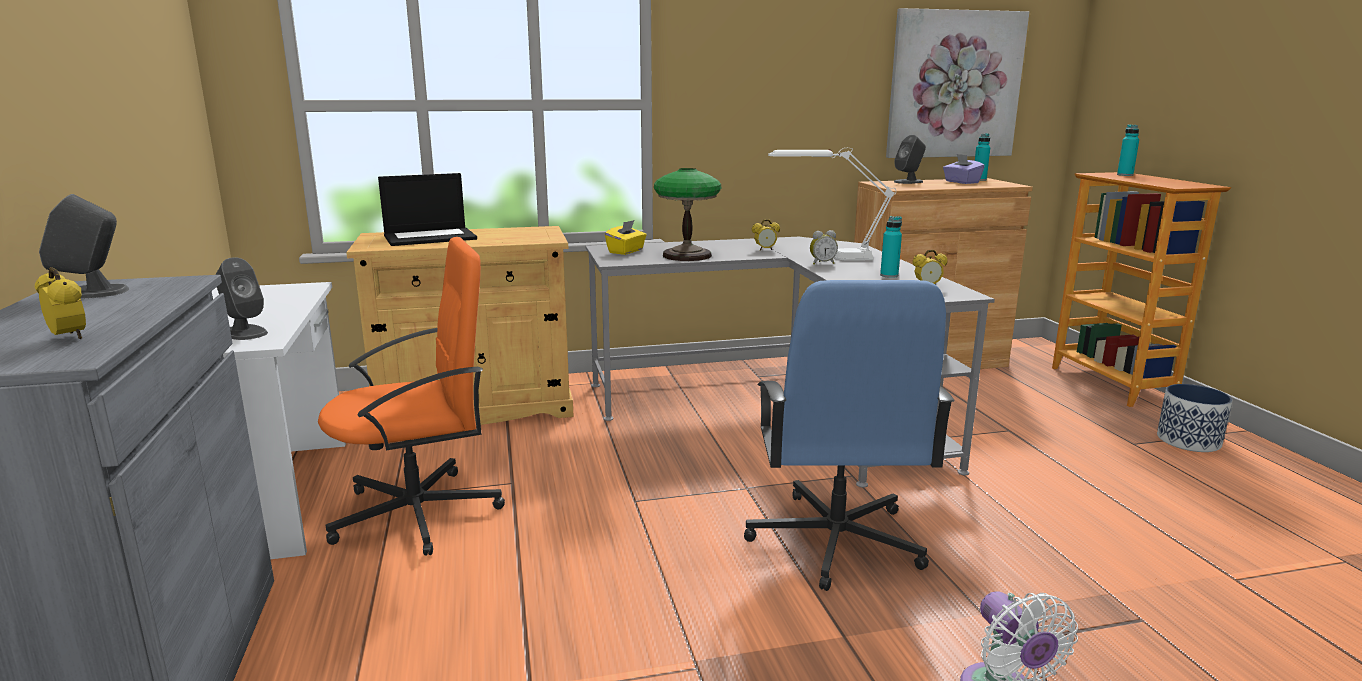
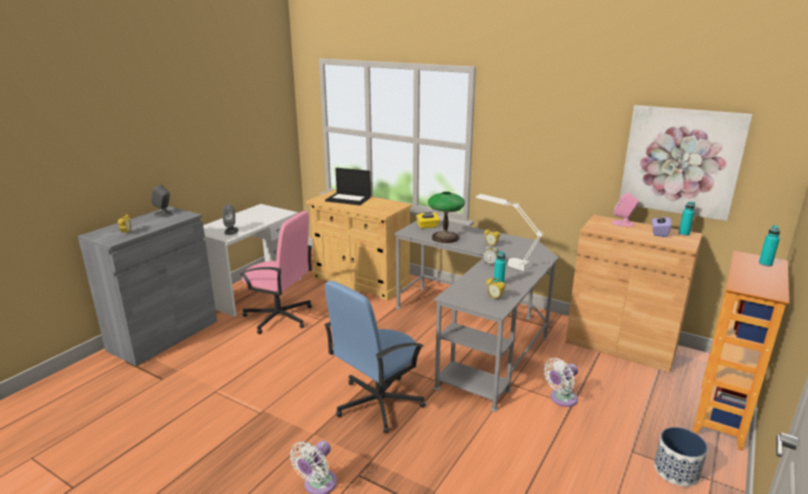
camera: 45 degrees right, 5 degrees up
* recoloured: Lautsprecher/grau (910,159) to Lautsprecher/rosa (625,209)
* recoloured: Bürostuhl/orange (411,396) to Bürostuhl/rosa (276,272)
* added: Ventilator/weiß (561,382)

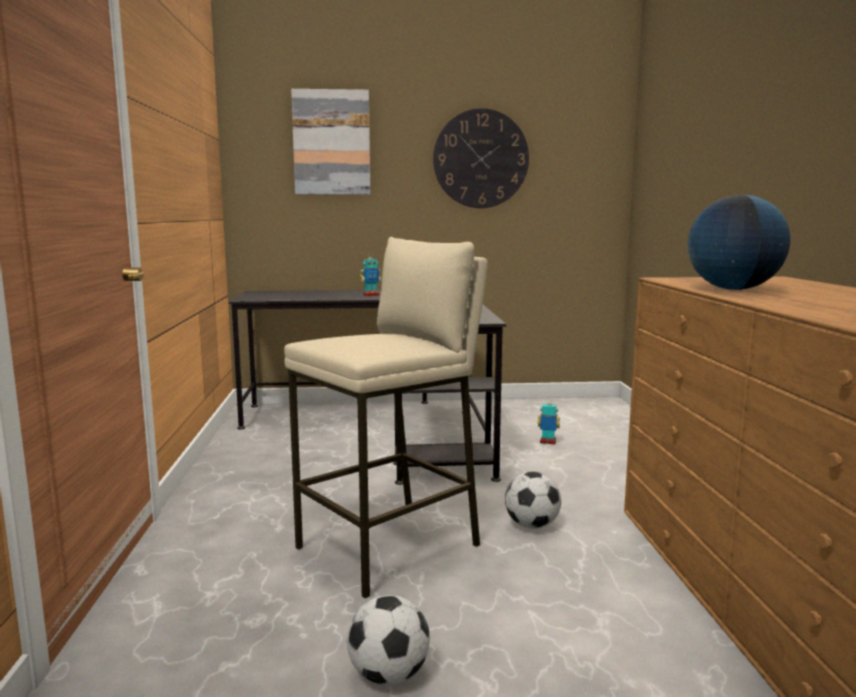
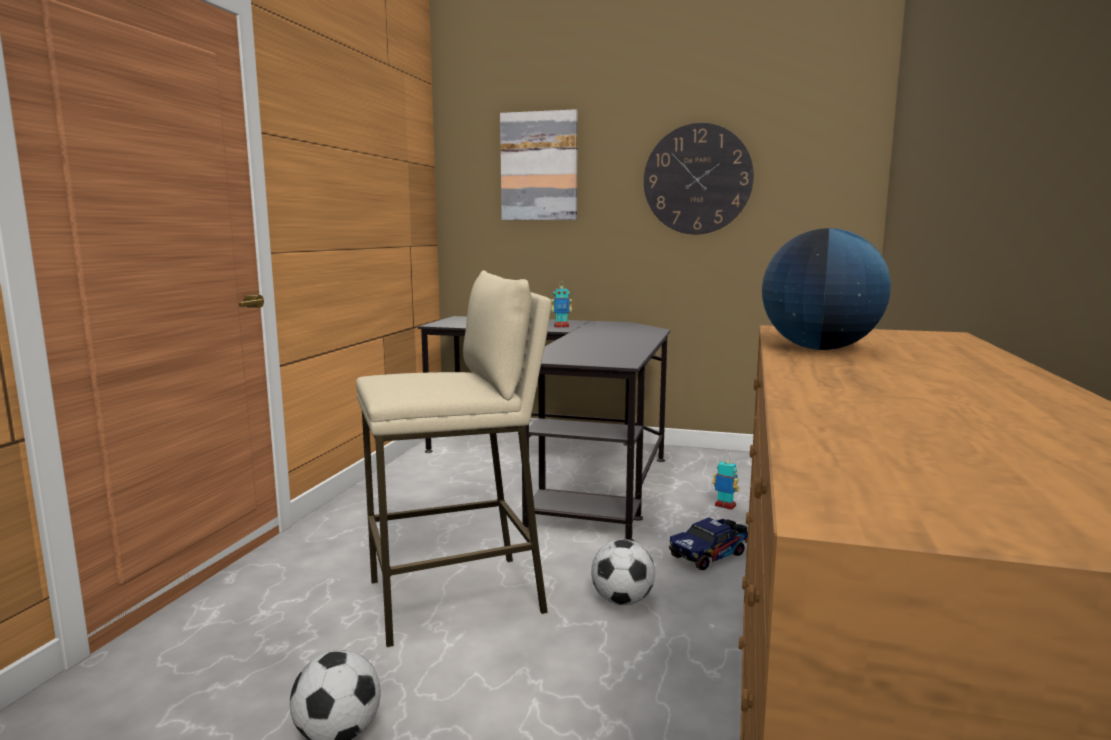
camera: 20 degrees right, 0 degrees up
* added: Spielzeuglaster (708,543)

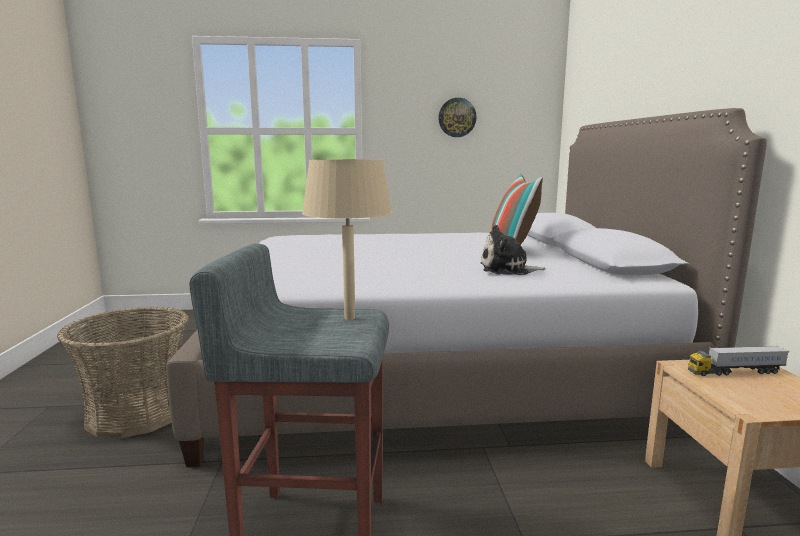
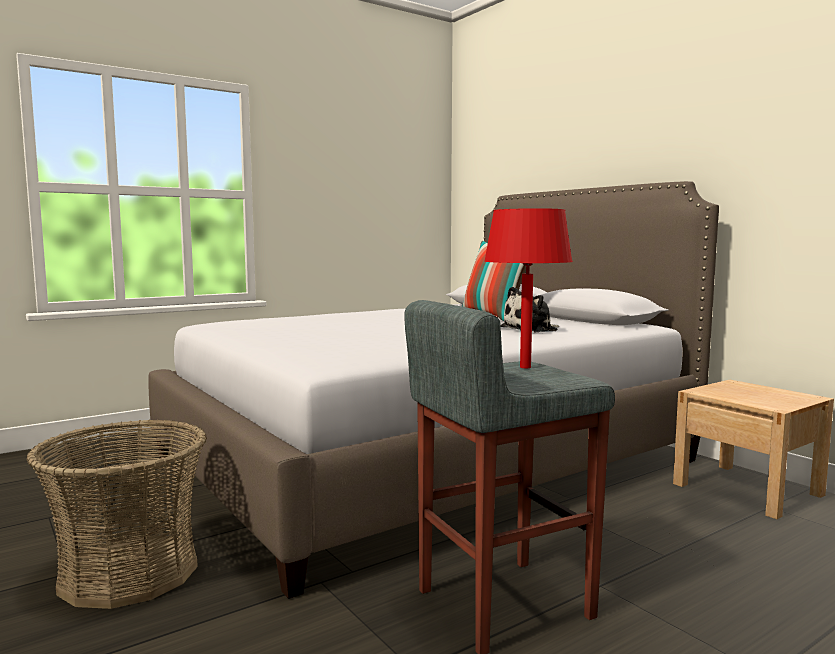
camera: 30 degrees left, 5 degrees down
* removed: Wanduhr (457,117)
* recoloured: Tischlampe/beige (347,239) to Tischlampe/rot (528,288)
* removed: Spielzeuglaster (738,361)

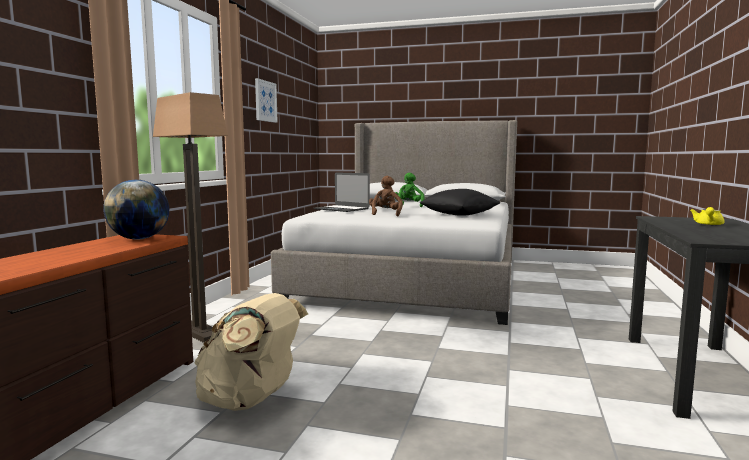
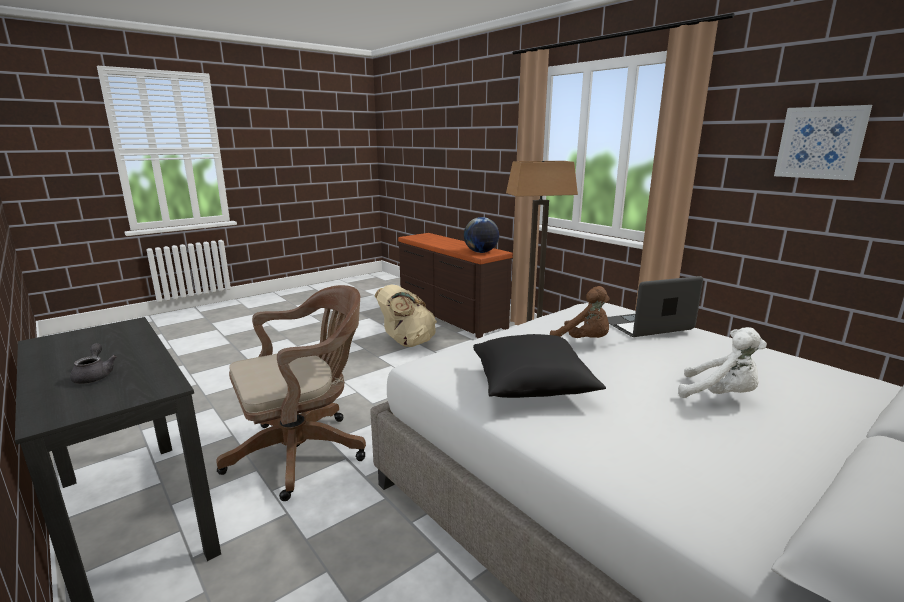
camera: 125 degrees right, 10 degrees up
* recoloured: Plüschtier/grün (409,189) to Plüschtier/weiß (722,362)
* recoloured: Teekanne/gelb (707,216) to Teekanne/grau (93,363)
* added: Bürostuhl/braun (291,393)

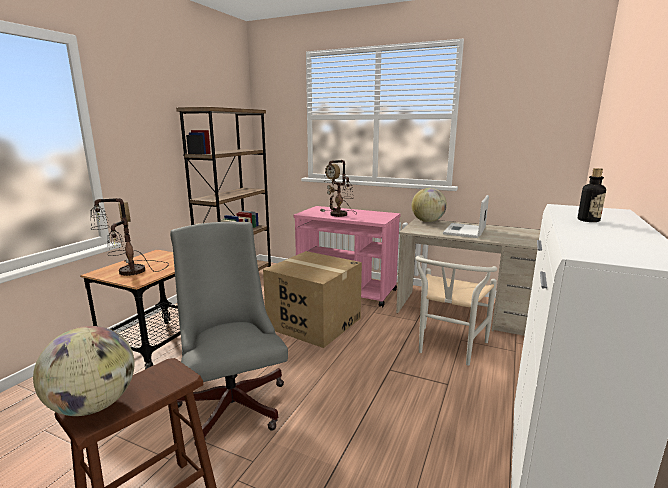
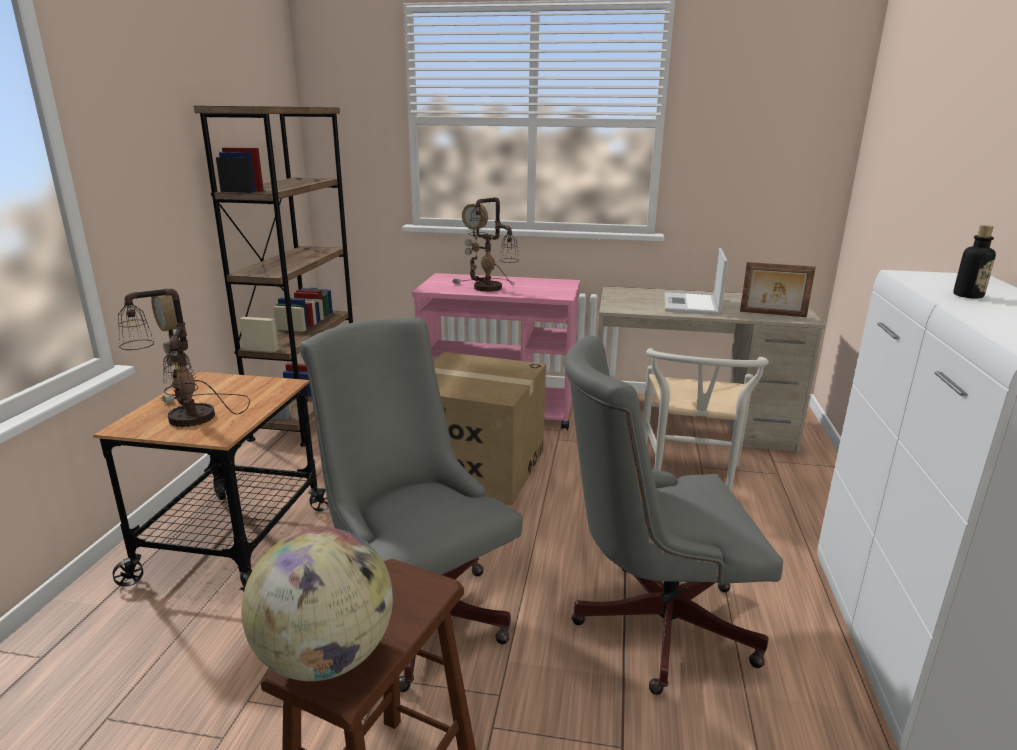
camera: 15 degrees left, 5 degrees up
* removed: Globus (429,205)
* added: Bilderrahmen (778,289)
* added: Bürostuhl/grau (673,515)

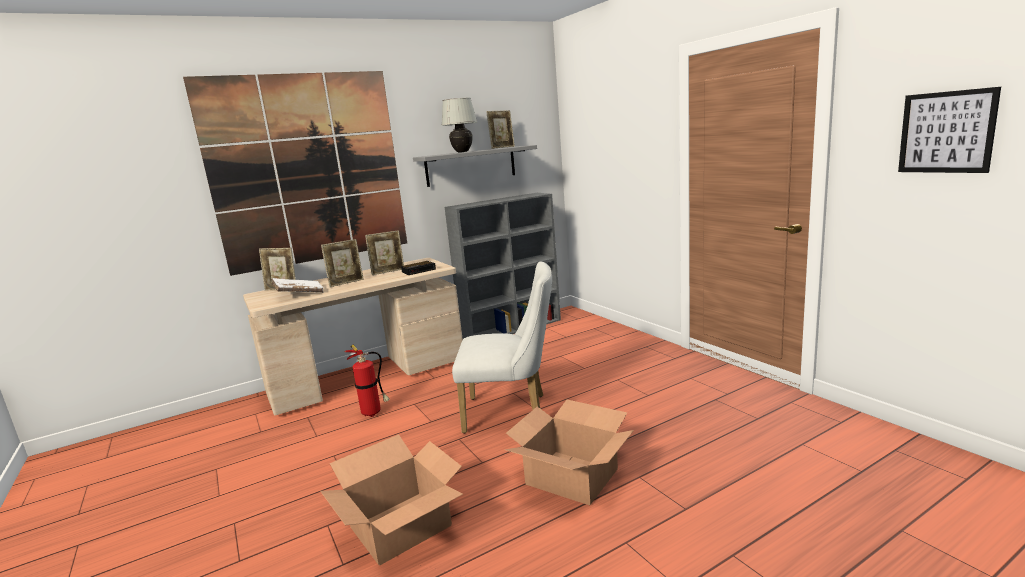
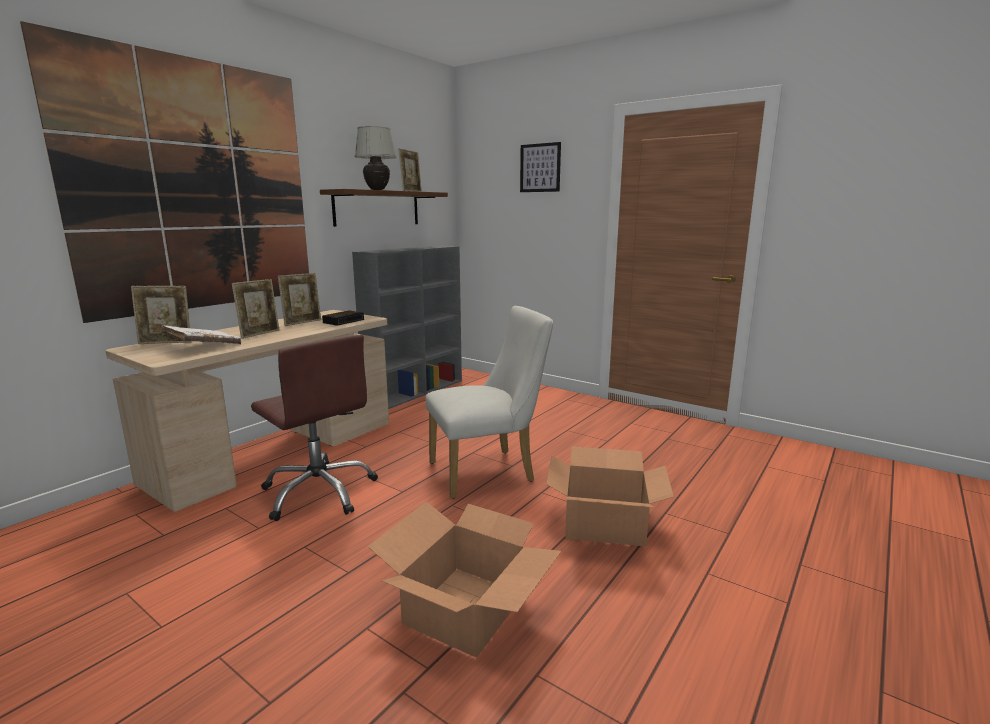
camera: 25 degrees left, 0 degrees up
* moved: Bild (949,130) to (540,167)
* recoloured: Wandregal/grau (475,166) to Wandregal/braun (384,208)
* replaced: Feuerlöscher (367,381) to Bürostuhl/braun (314,428)

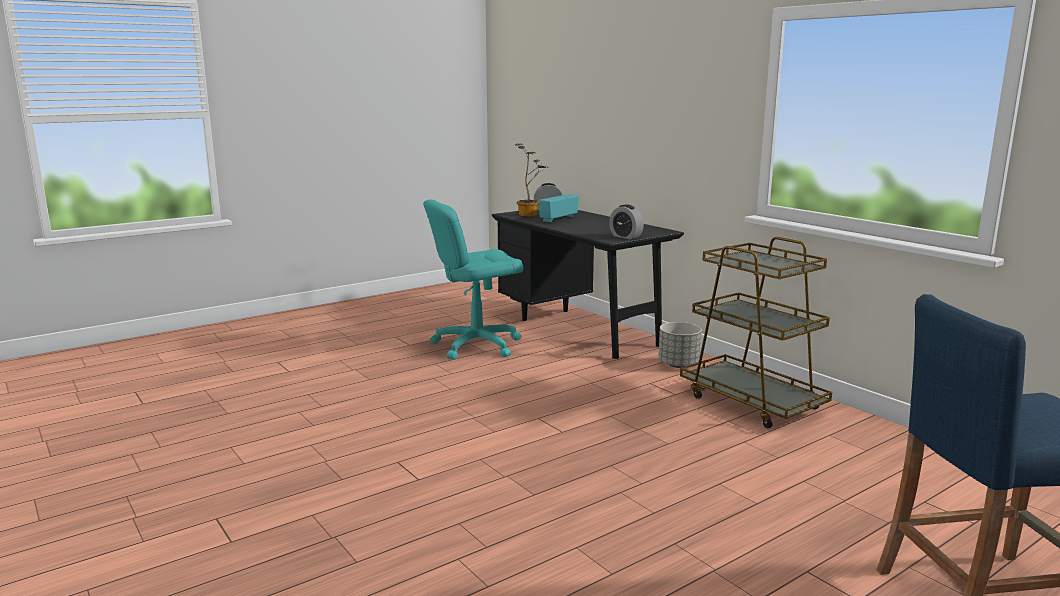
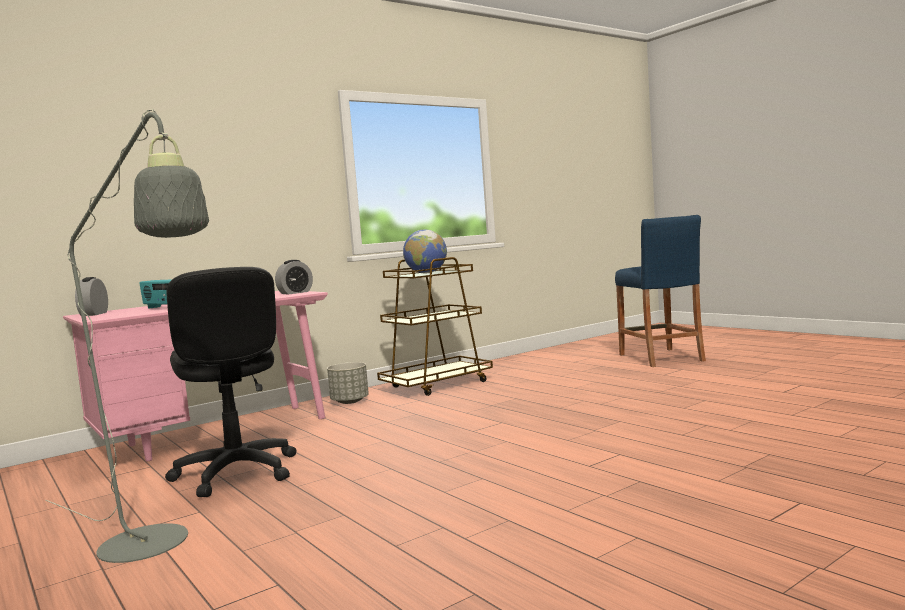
camera: 90 degrees left, 10 degrees down
* removed: Topfpflanze (530,180)
* recoloured: Bürostuhl/türkis (473,279) to Bürostuhl/schwarz (230,382)
* recoloured: Schreibtisch/schwarz (588,284) to Schreibtisch/rosa (195,376)
* added: Stehlampe/grau (127,336)
* added: Globus (425,251)

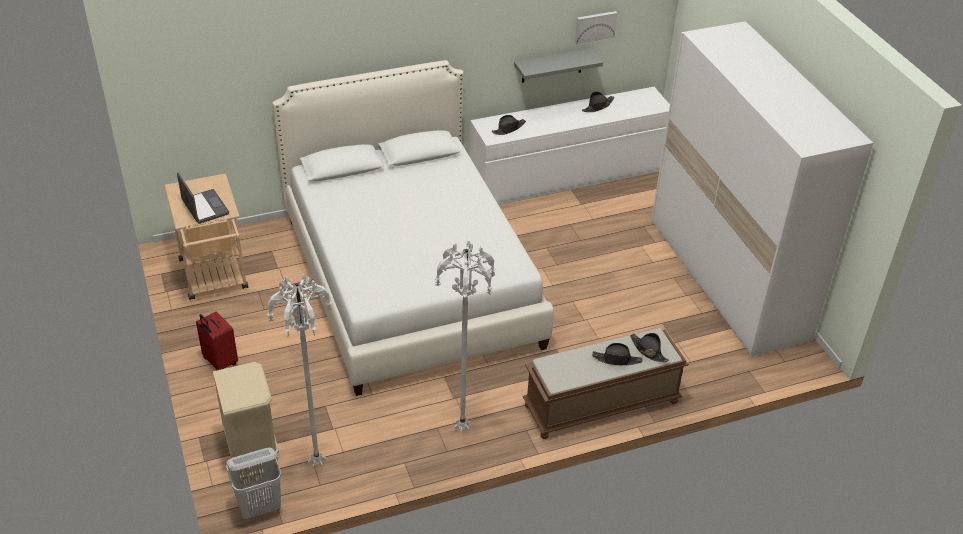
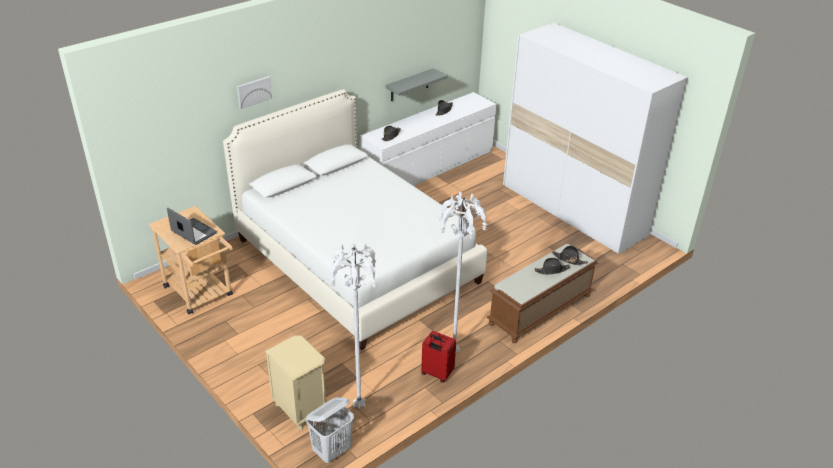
camera: 20 degrees left, 5 degrees down
* moved: Bild (596,27) to (254,92)
* moved: Koffer/rot (217,341) to (438,356)

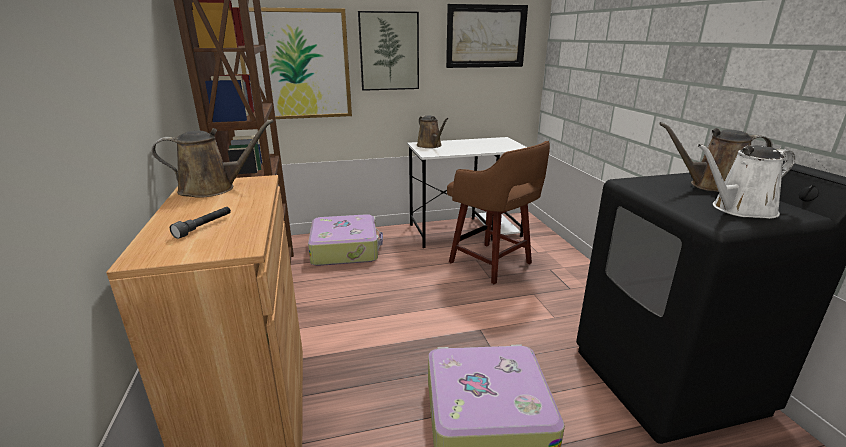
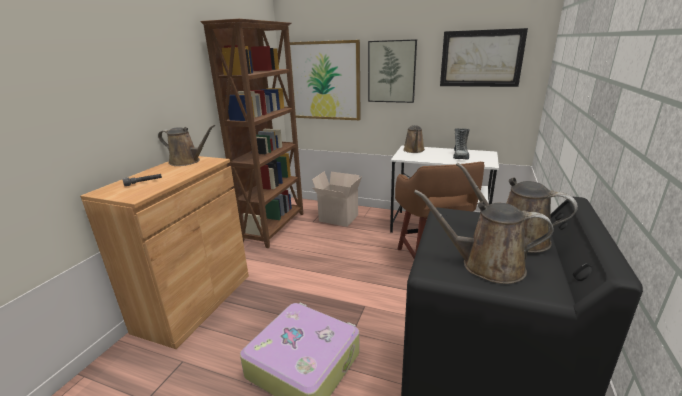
camera: 35 degrees right, 0 degrees up
* recoloured: Gießkanne/weiß (746,181) to Gießkanne/braun (484,237)
* replaced: Koffer (345,240) to Karton (337,199)
* added: Stiefel (461,144)

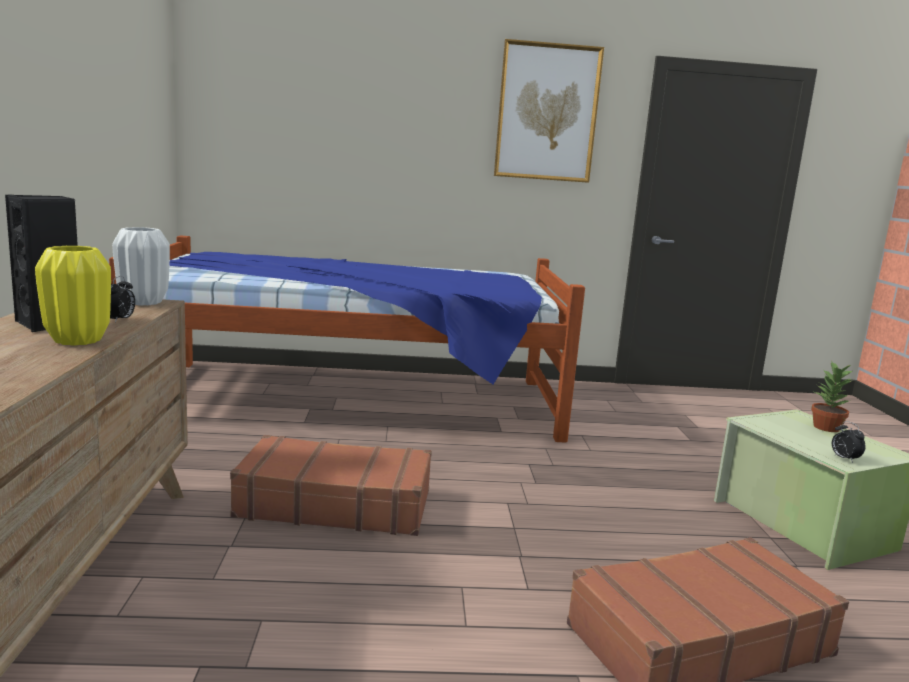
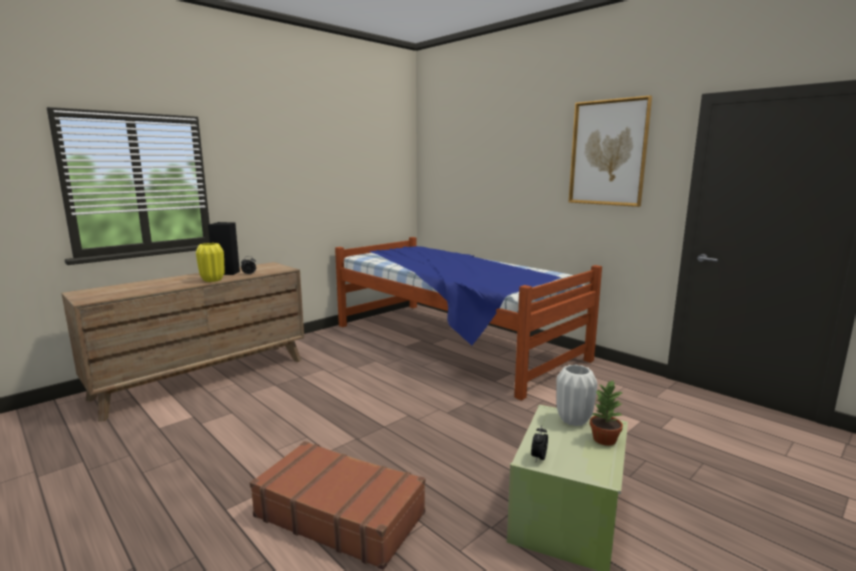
camera: 50 degrees right, 0 degrees up
* moved: Vase/weiß (141,266) to (577,395)
* removed: Koffer/braun (331,485)

